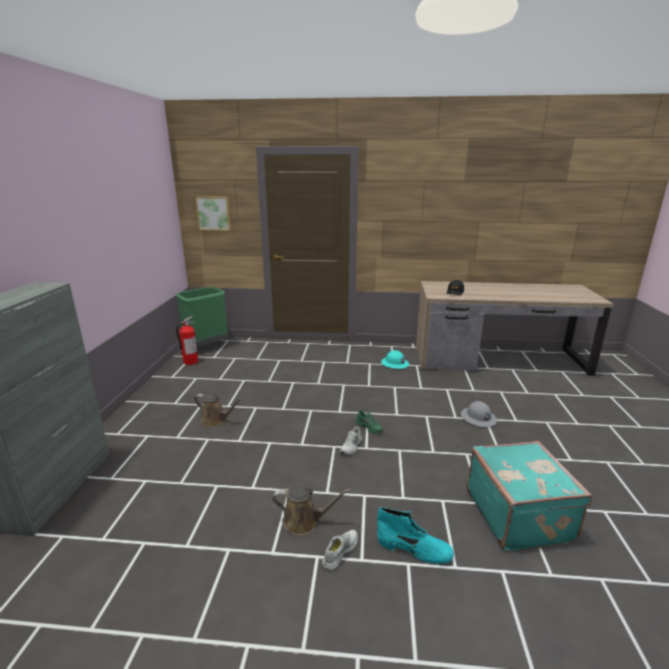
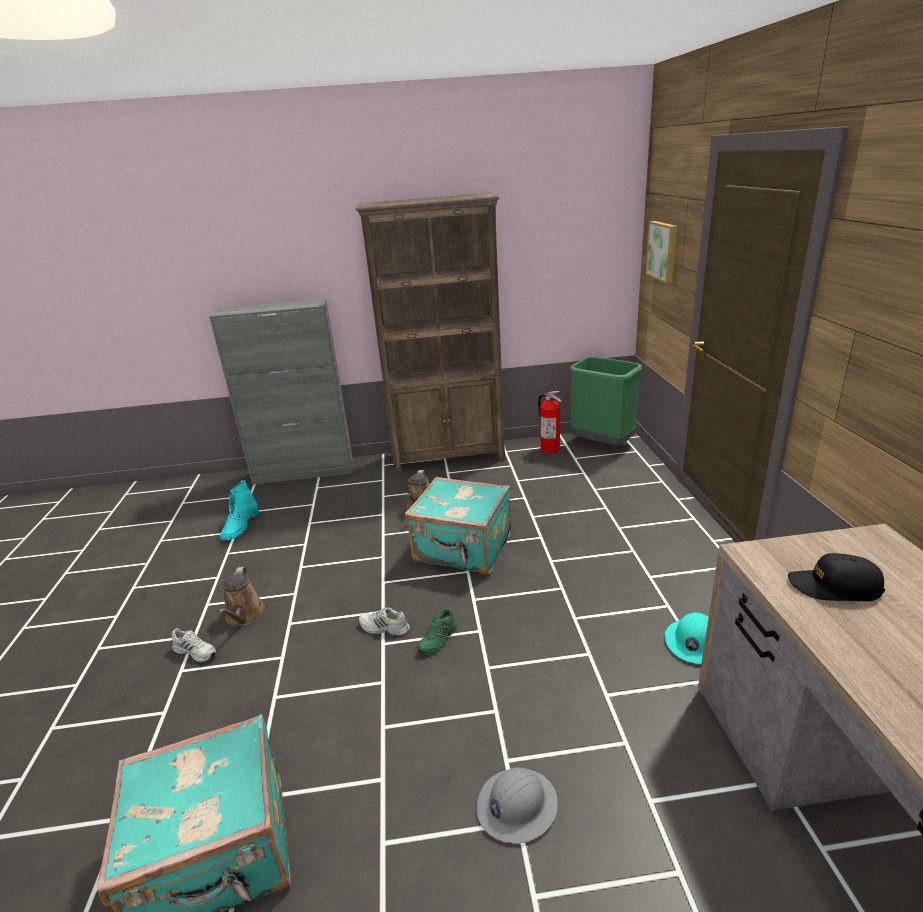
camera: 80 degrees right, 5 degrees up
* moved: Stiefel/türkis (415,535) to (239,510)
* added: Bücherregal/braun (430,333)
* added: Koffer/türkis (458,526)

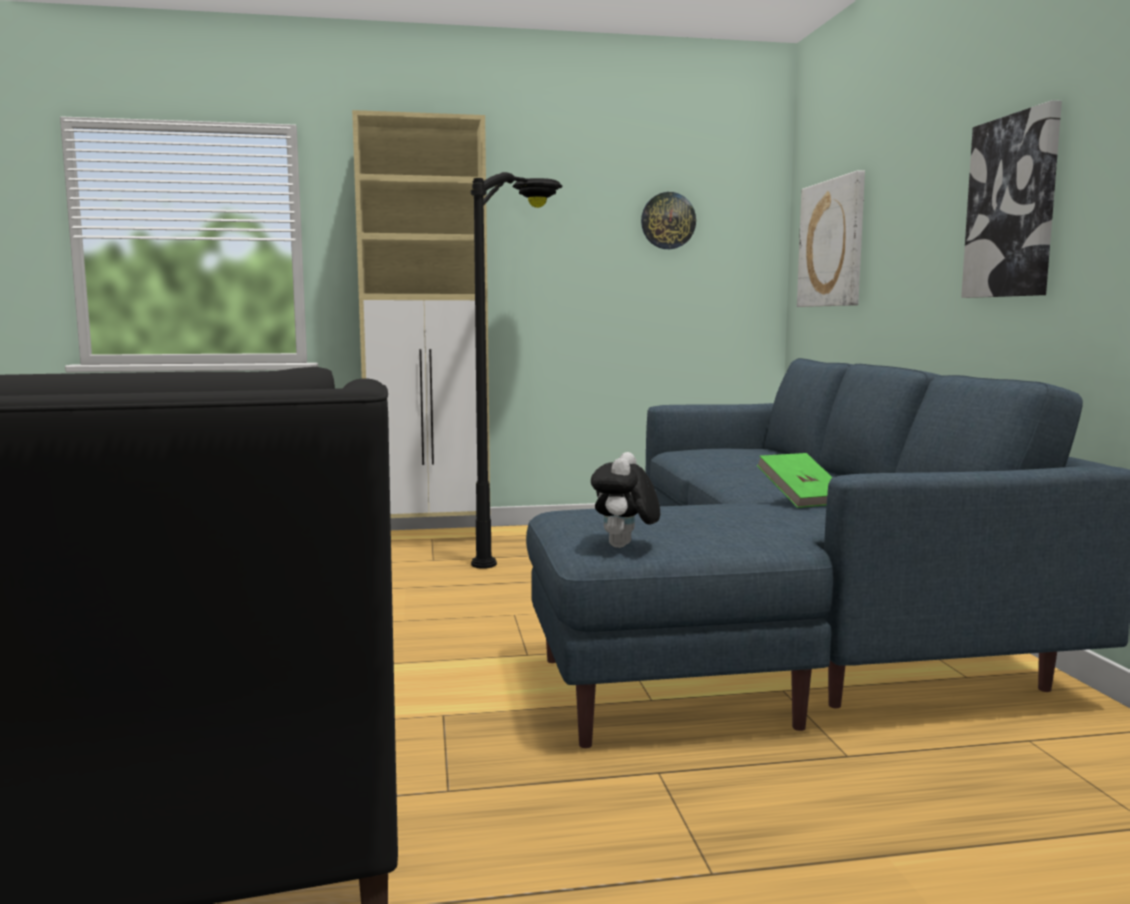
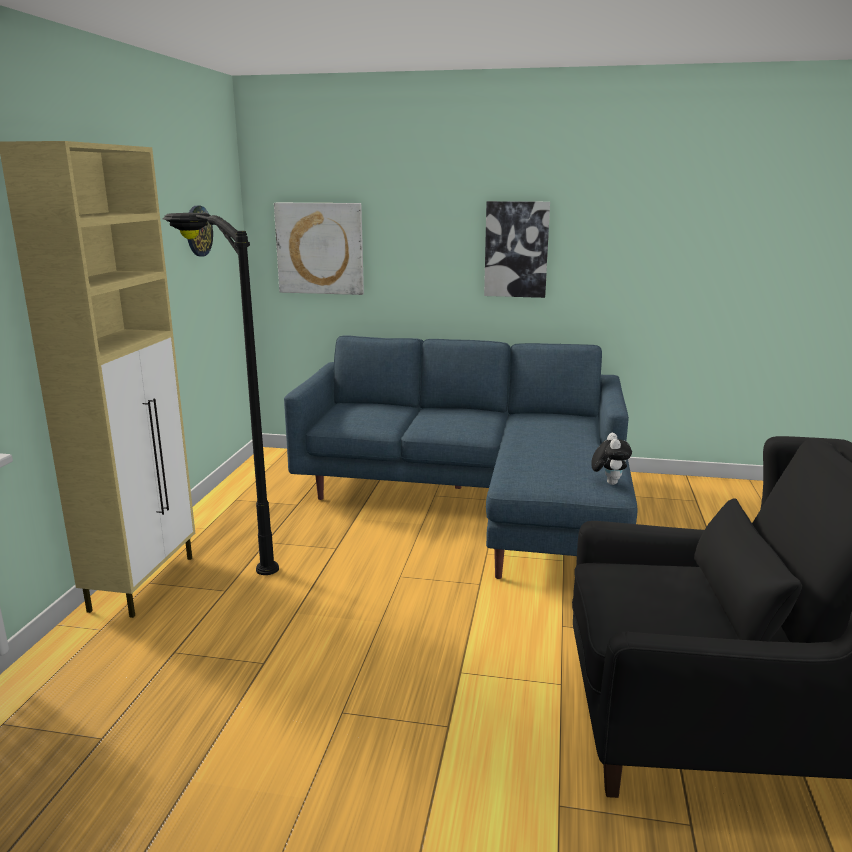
camera: 70 degrees left, 10 degrees up
* turned: Plüschtier (625,500) = (611,459) 120 degrees counterclockwise
* removed: Buch/grün (794,480)

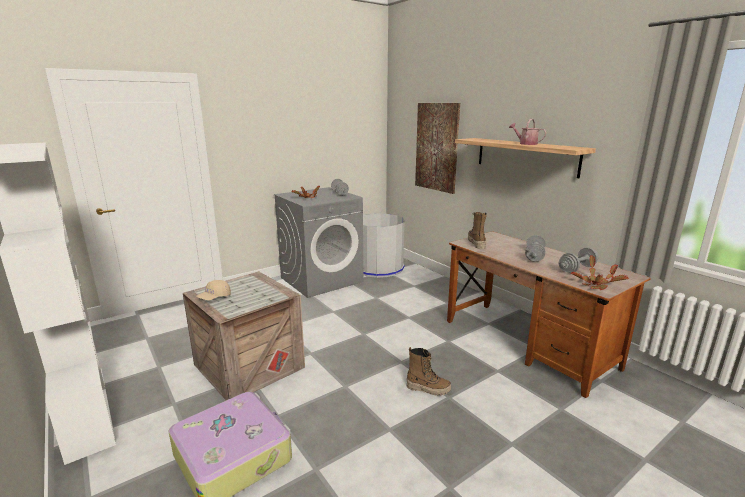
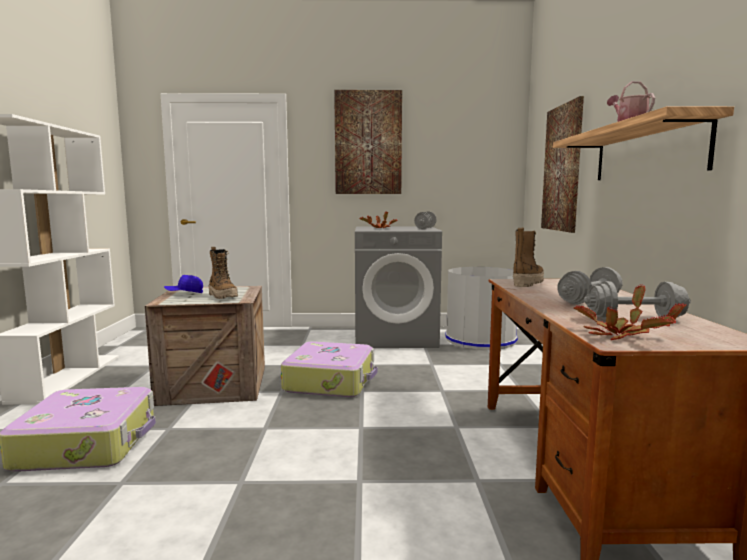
camera: 35 degrees right, 10 degrees down
* recoloured: Kappe/beige (214,290) to Kappe/blau (183,284)
* moved: Stiefel (429,371) to (223,273)
* added: Bild (368,142)
* added: Koffer (329,369)

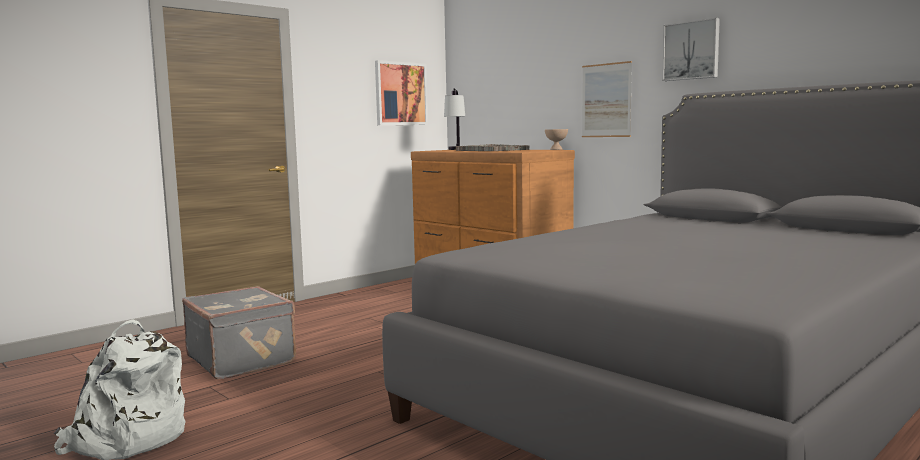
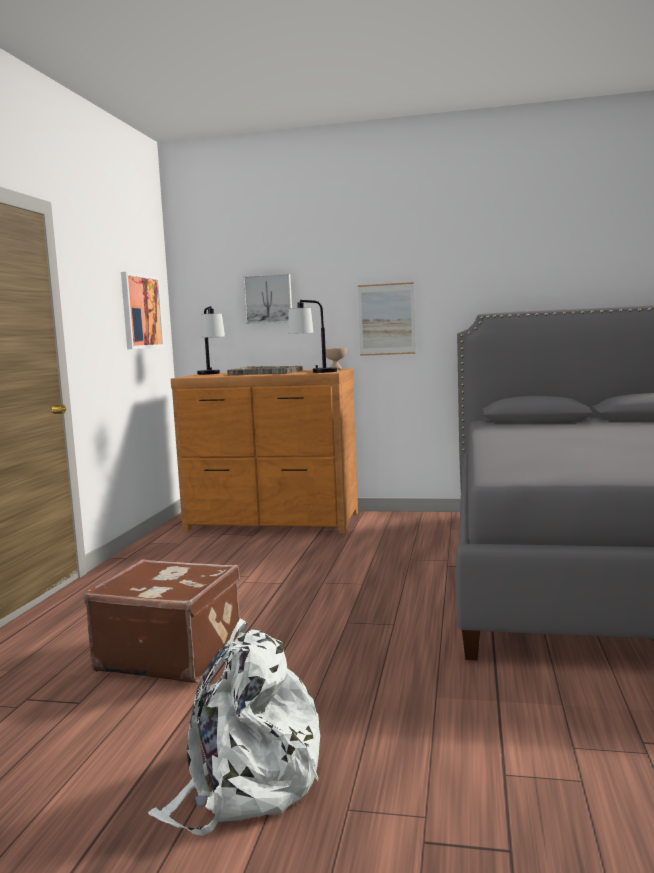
camera: 35 degrees left, 0 degrees up
* moved: Bild (691,49) to (267,298)
* recoloured: Koffer/grau (239,332) to Koffer/braun (162,621)
* added: Tischlampe (312,336)

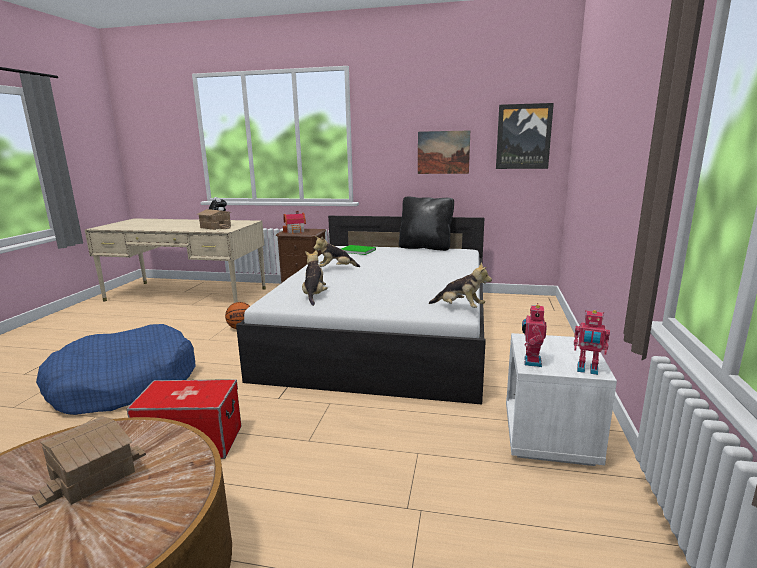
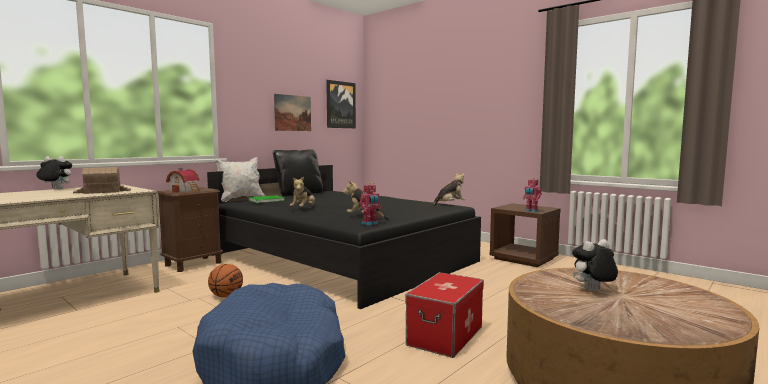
camera: 60 degrees left, 10 degrees down
* recoloured: Bett/weiß (361,310) to Bett/schwarz (344,237)
* moved: Spielzeugroboter (592,342) to (370,204)
* recoloured: Nachttisch/weiß (561,399) to Nachttisch/braun (525,235)
* replaced: Spielzeughaus (89,462) to Plüschtier (595,265)
* added: Kissen/weiß (239,179)

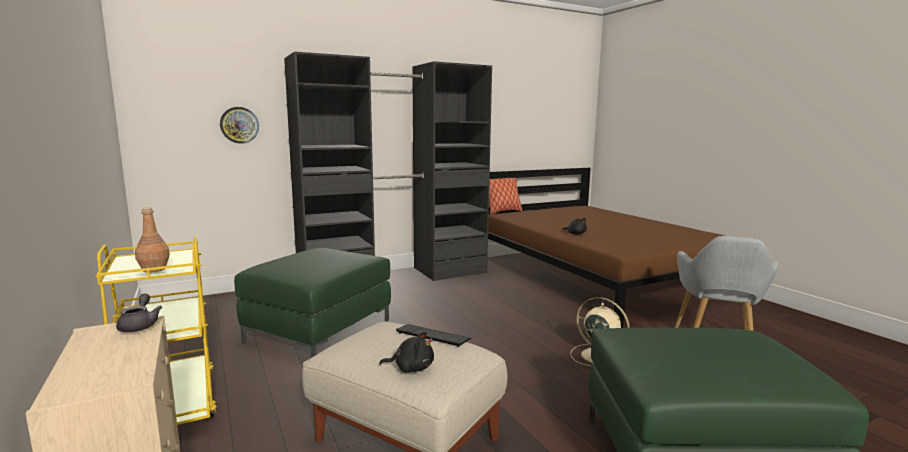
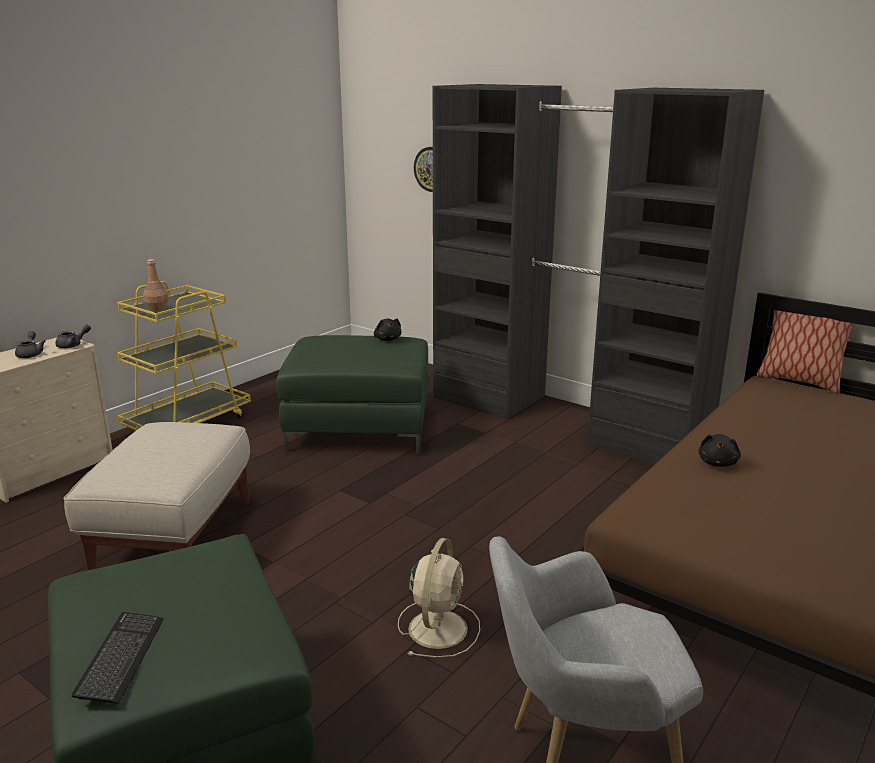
camera: 65 degrees right, 10 degrees up
* moved: Tastatur (433,335) to (118,658)
* moved: Plüschtier/schwarz (406,352) to (387,329)
* added: Teekanne/grau (30,344)

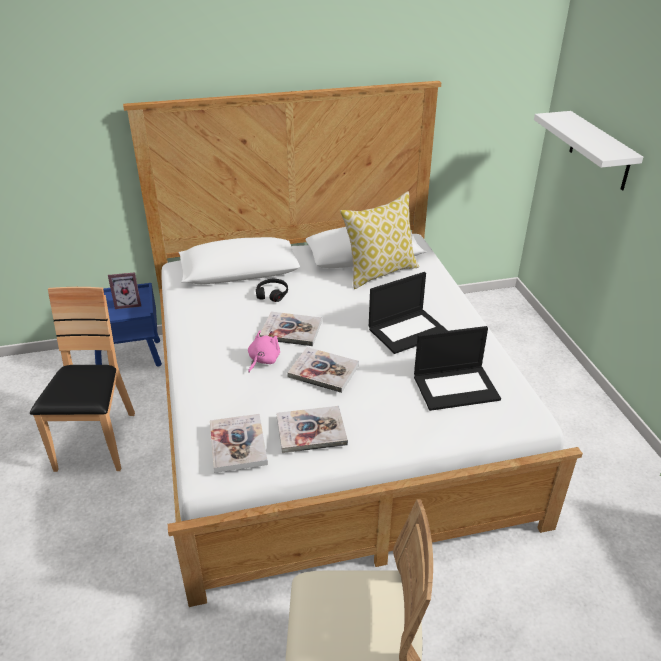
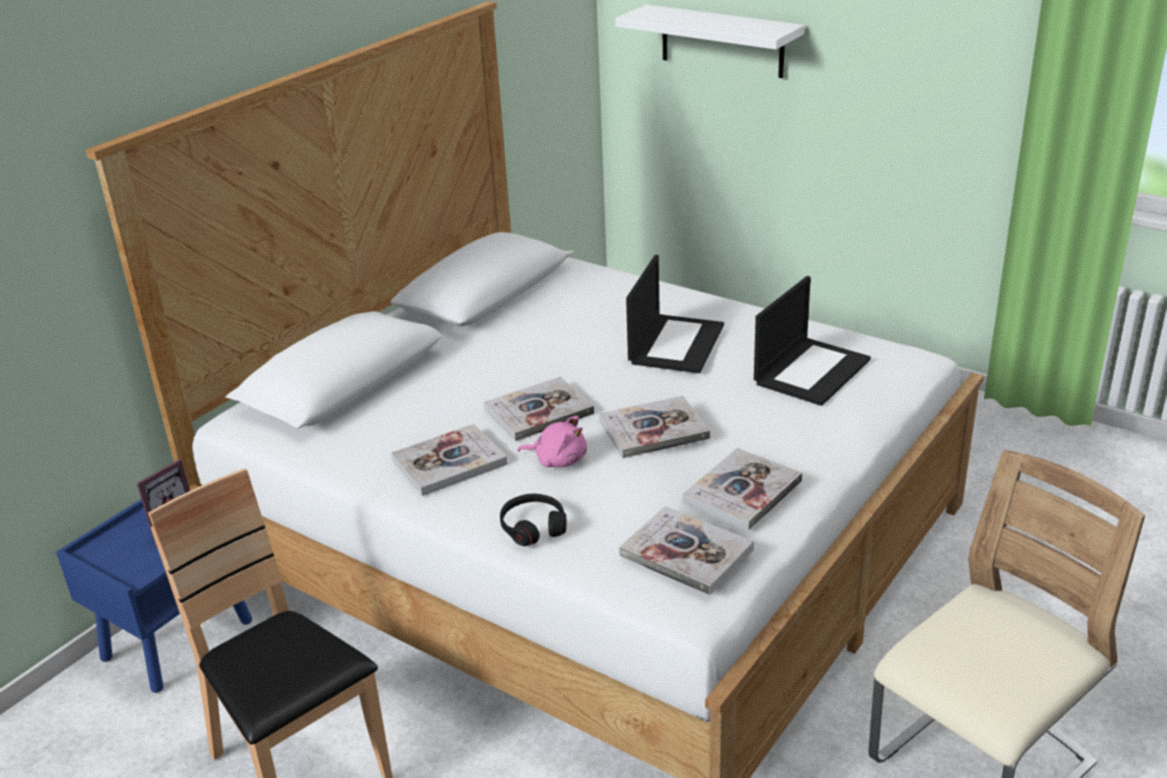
camera: 40 degrees left, 5 degrees down
* removed: Kissen (379,240)
* moved: Kopfhörer/schwarz (272,290) to (533,520)
* turned: Plüschtier/rosa (264,351) = (552,442) 120 degrees clockwise
* added: Buch (449,460)

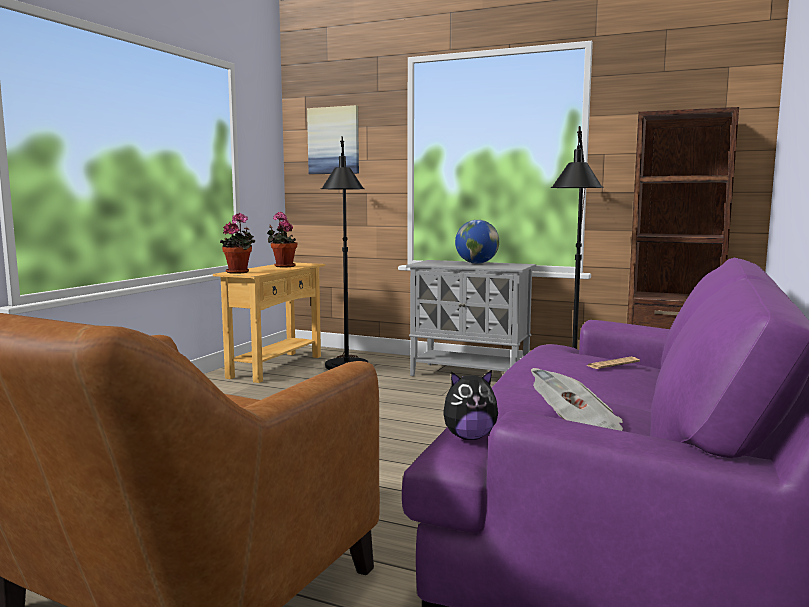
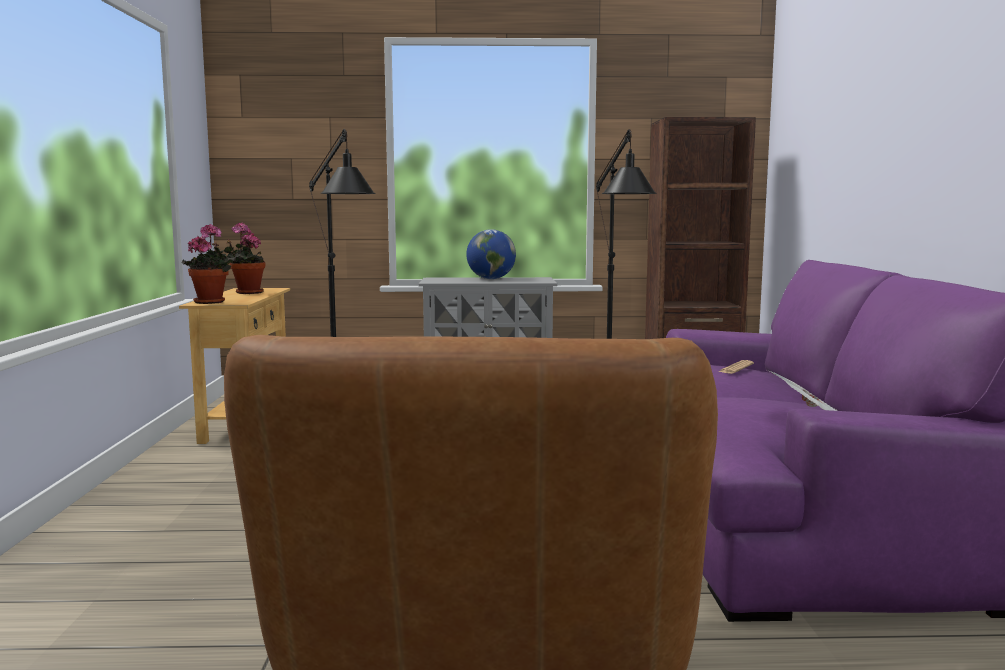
camera: 25 degrees left, 0 degrees up
* removed: Bild (333,139)
* removed: Plüschtier (470,405)

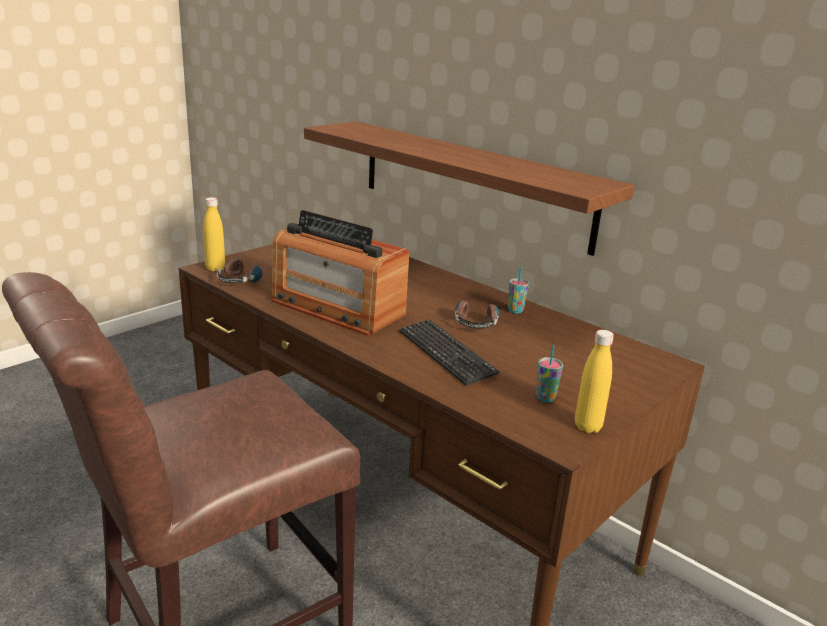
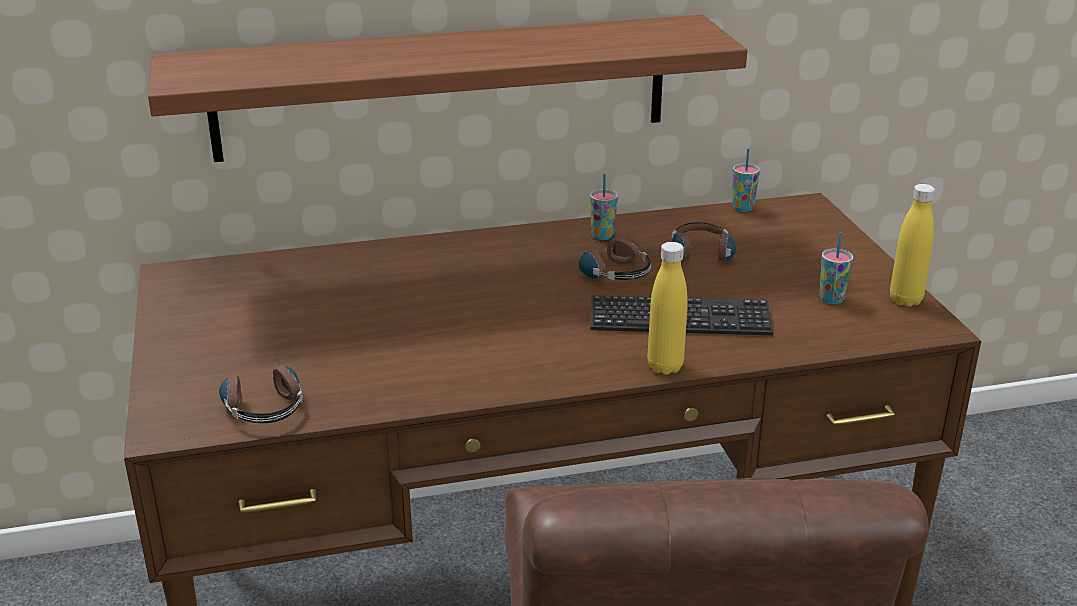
camera: 55 degrees left, 5 degrees up
* moved: Flasche/gelb (214,234) to (667,308)
* removed: Radio (340,273)
* added: Tasse (746,180)
* added: Kopfhörer (703,243)

